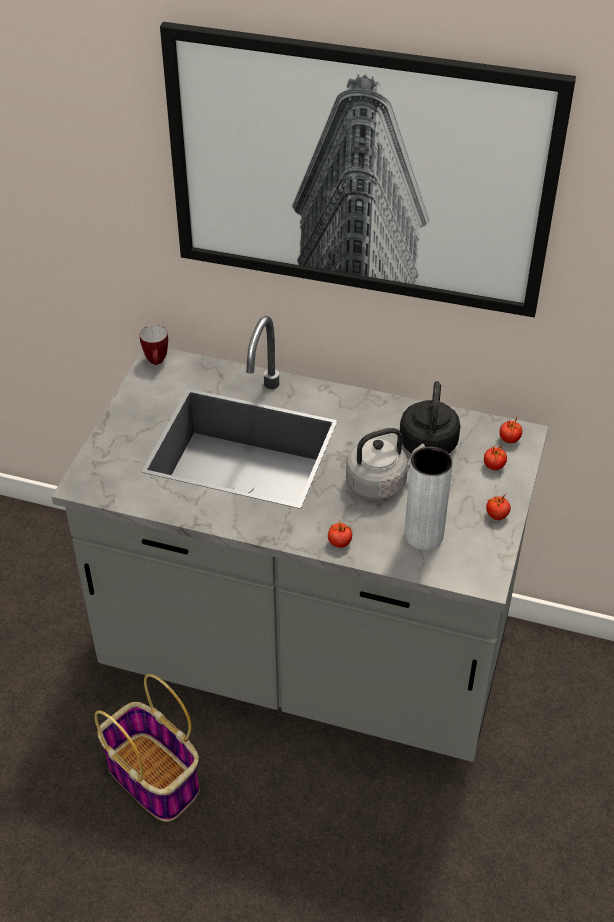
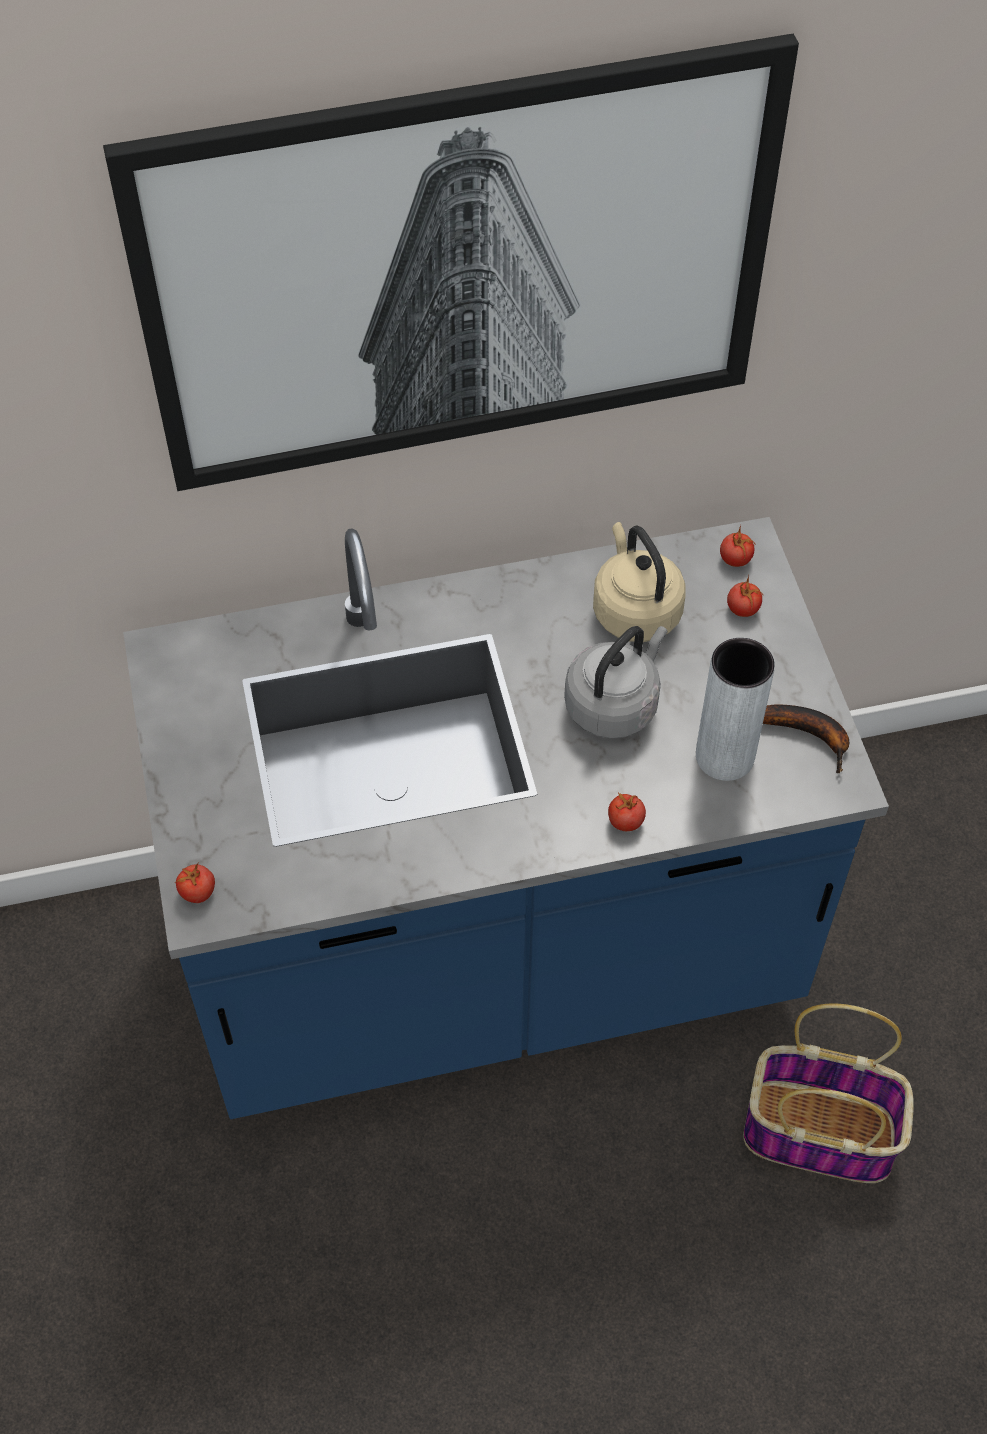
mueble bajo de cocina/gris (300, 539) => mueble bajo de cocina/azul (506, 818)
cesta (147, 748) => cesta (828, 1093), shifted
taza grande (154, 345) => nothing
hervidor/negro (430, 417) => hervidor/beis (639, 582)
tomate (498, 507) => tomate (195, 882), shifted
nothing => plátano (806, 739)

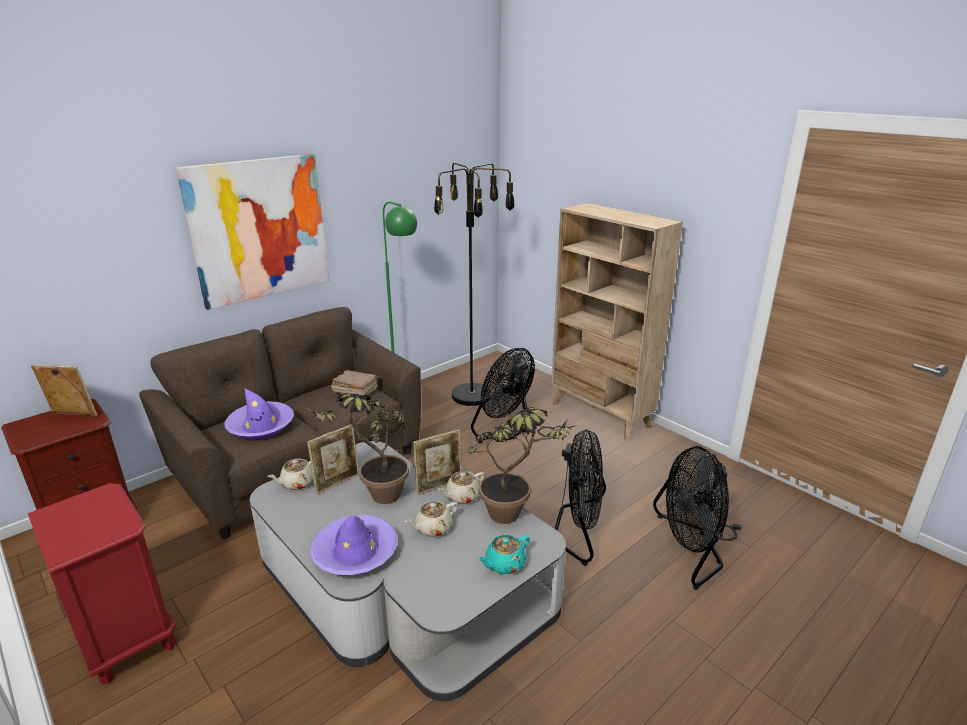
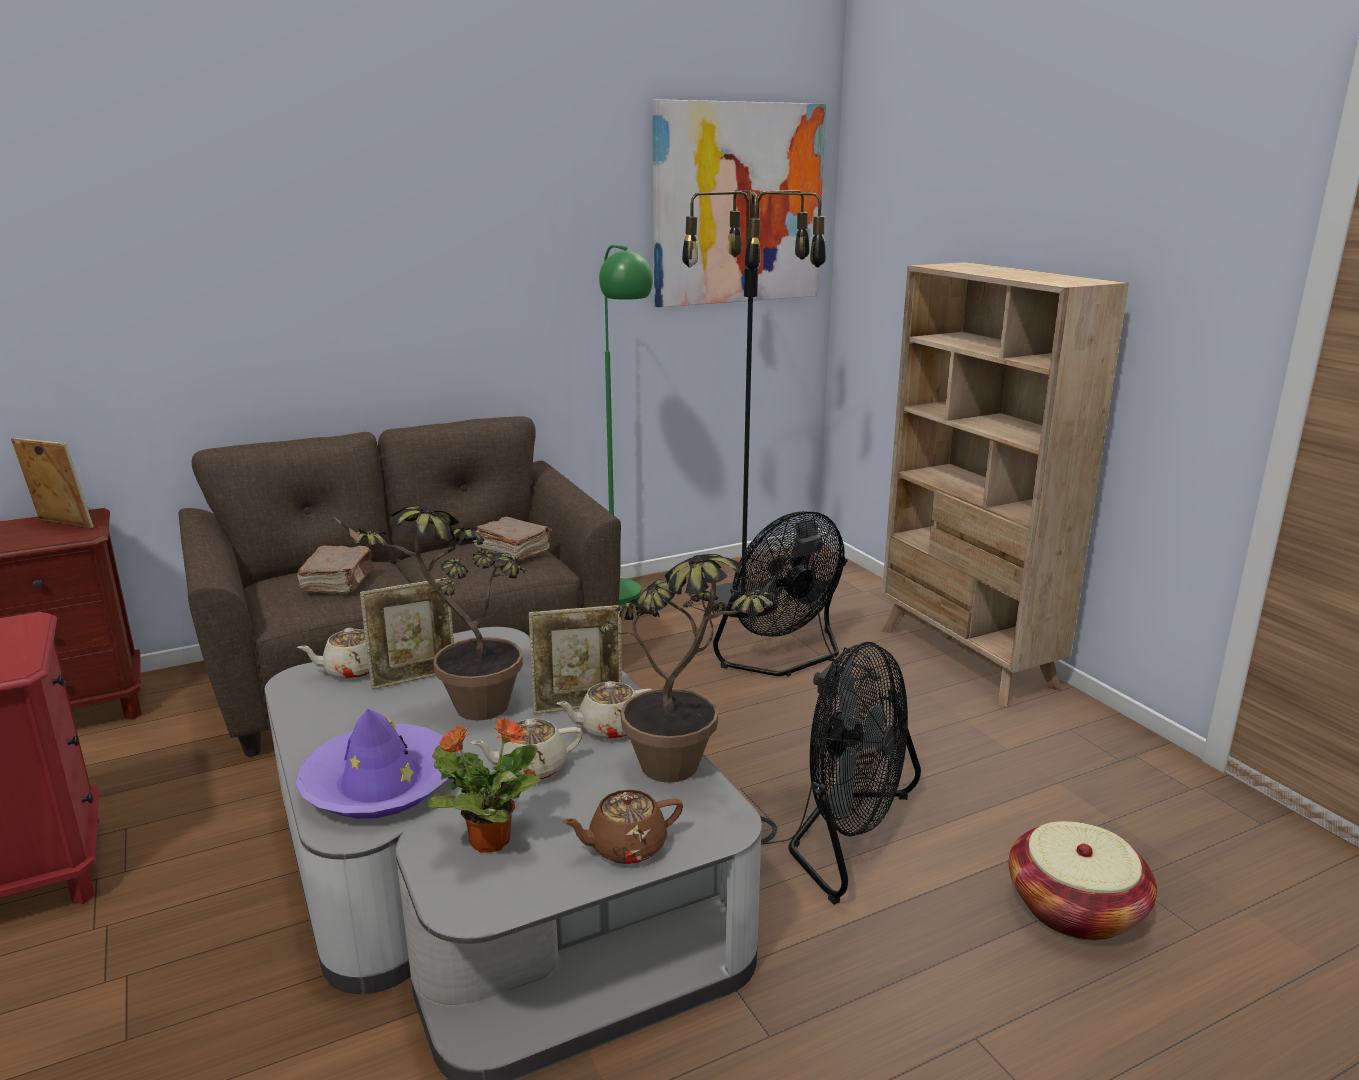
cuadro (252, 232) => cuadro (739, 203), shifted
sombrero/morado (259, 414) => libro/marrón (335, 569)
tetera/turquesa (504, 554) => tetera/marrón (622, 826)
ventilador/negro (698, 518) => cesta (1083, 881)
nothing => planta en maceta (484, 785)

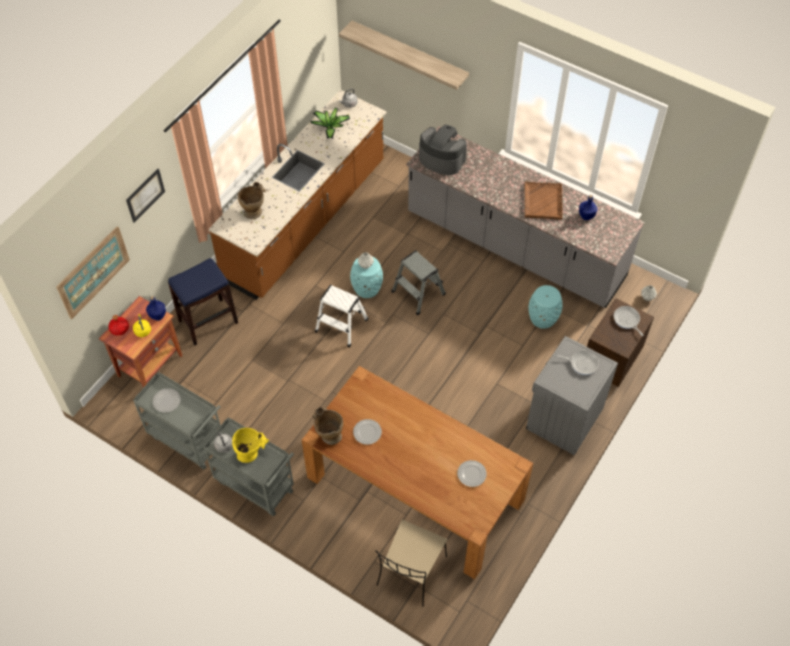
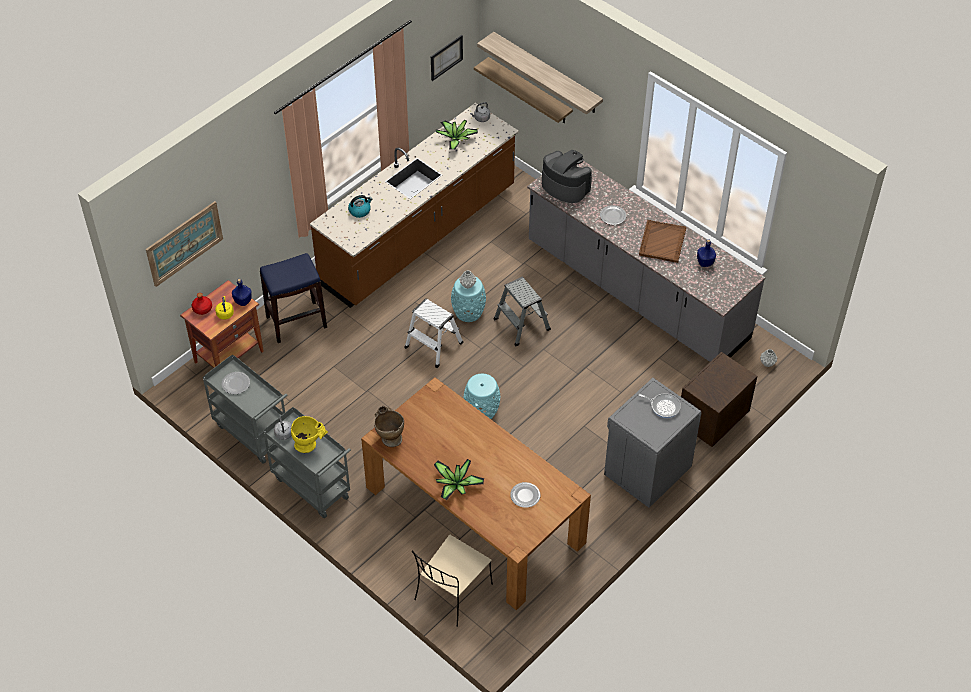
cuadro (145, 195) => cuadro (447, 58), shifted
florero/beis (252, 200) => hervidor (360, 206)
plato (367, 432) => plato (613, 215), shifted
taburete/turquesa (546, 307) => taburete/turquesa (482, 396), shifted
sartén (629, 321) => nothing
nothing => planta en maceta (459, 479)
nothing => estante (523, 90)

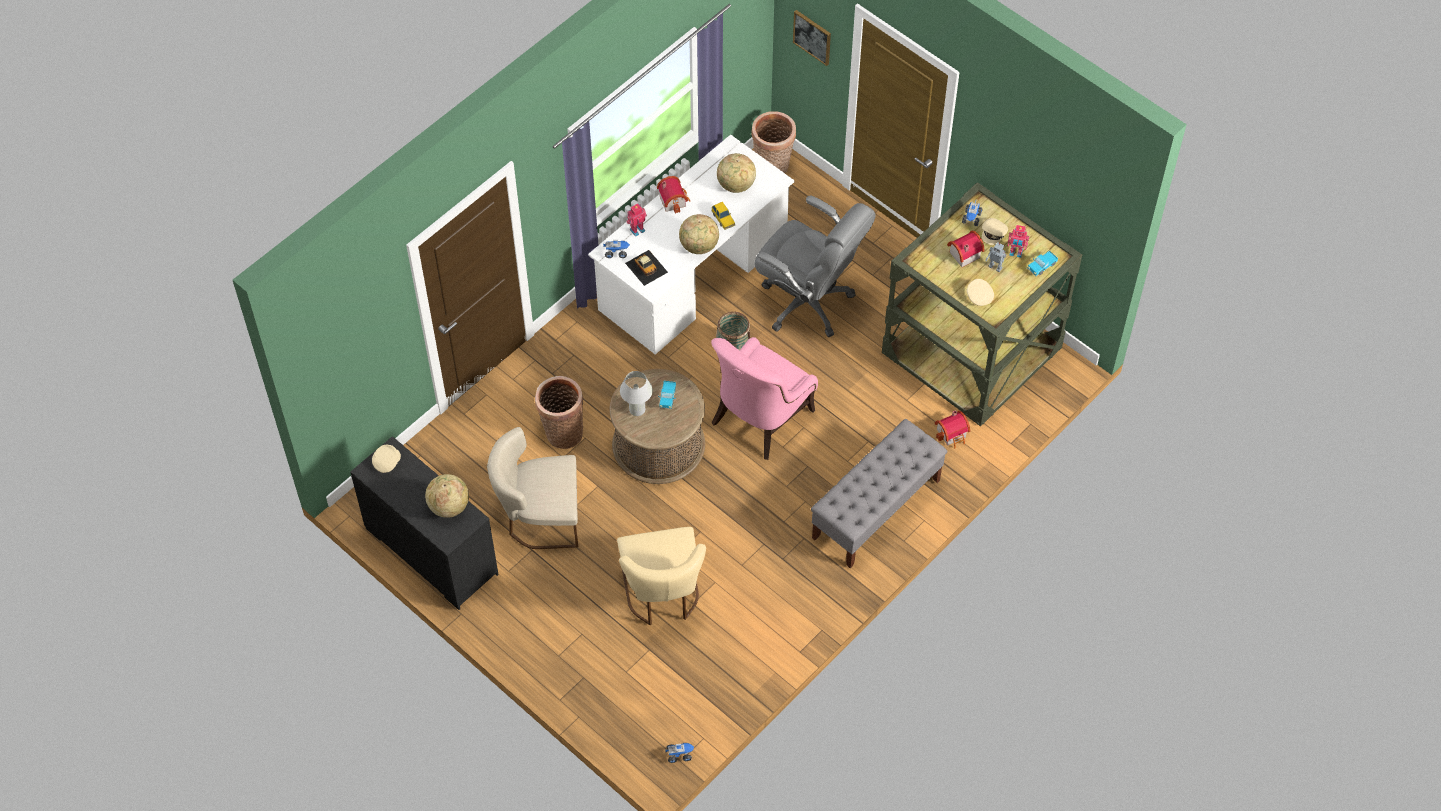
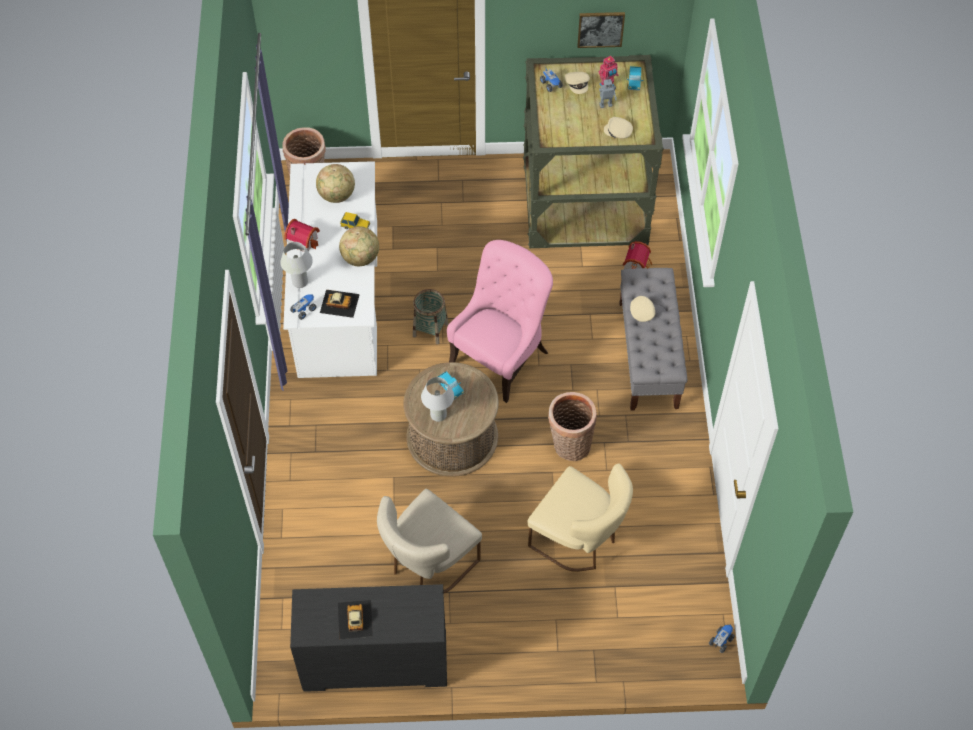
gorra/beis (386, 459) => gorra/beis (642, 309), shifted
globo terráqueo (447, 496) => nothing
cesta (559, 412) => cesta (572, 426), shifted
robot de juguete (636, 220) => lámpara de mesa/blanco (296, 265)
silla/rosa (764, 398) => silla/rosa (500, 321), 135 degrees counterclockwise
silla de oficina/gris (815, 266) => nothing
cuadro (812, 38) => cuadro (601, 30), shifted
casita (966, 249) => nothing
nothing => coche de juguete (355, 619)

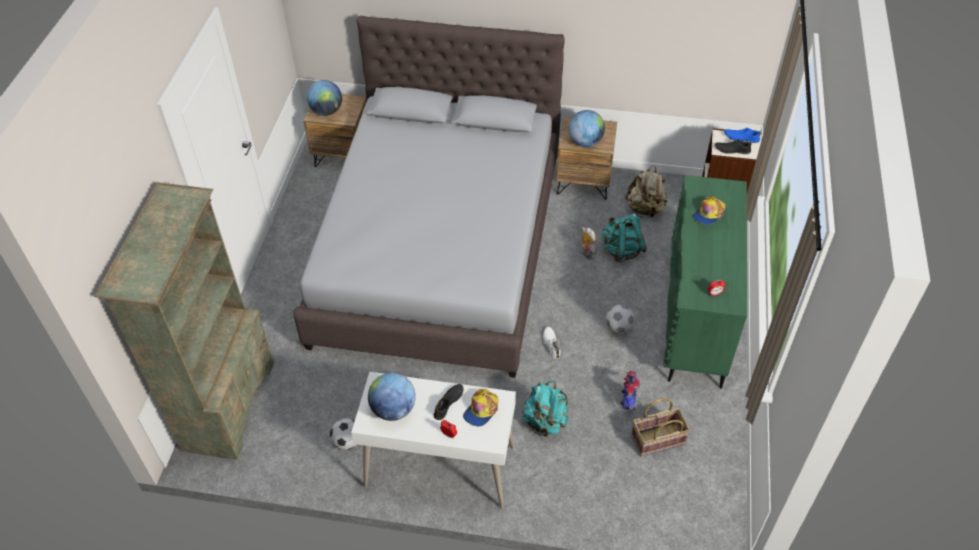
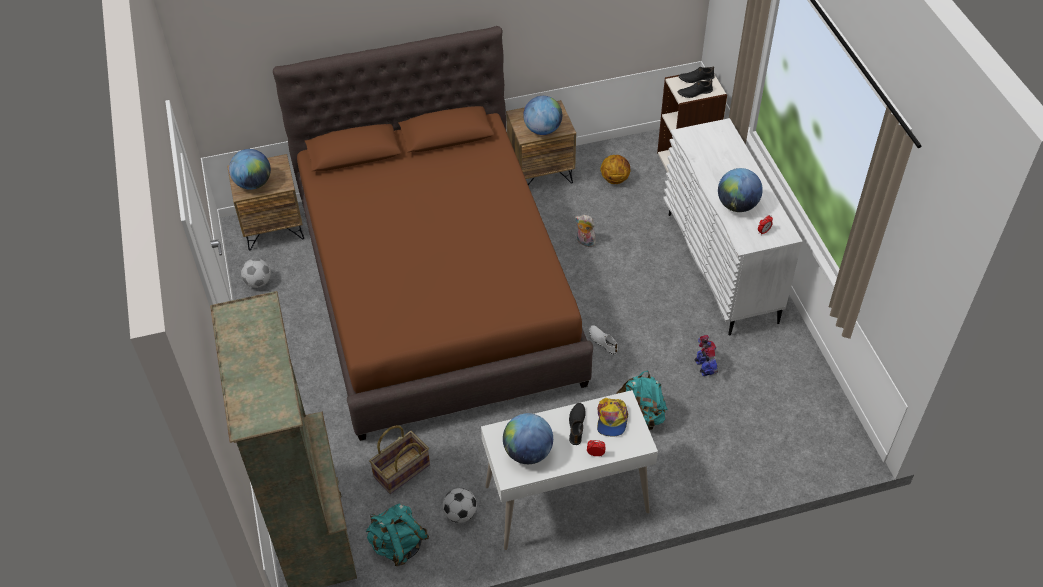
cama/gris (429, 197) => cama/marrón (433, 233)
mochila/turquesa (624, 237) => mochila/turquesa (397, 535), shifted
balón de fútbol (620, 319) => balón de fútbol (256, 273), shifted
mochila/beis (646, 192) => balón de baloncesto (615, 169)
cesta (660, 427) => cesta (399, 459), shifted
cómoda/verde (705, 282) => cómoda/blanco (733, 226)
gorra (709, 210) => nothing
zapato/azul (742, 135) => zapato/negro (697, 74)
nothing => globo terráqueo (740, 190)

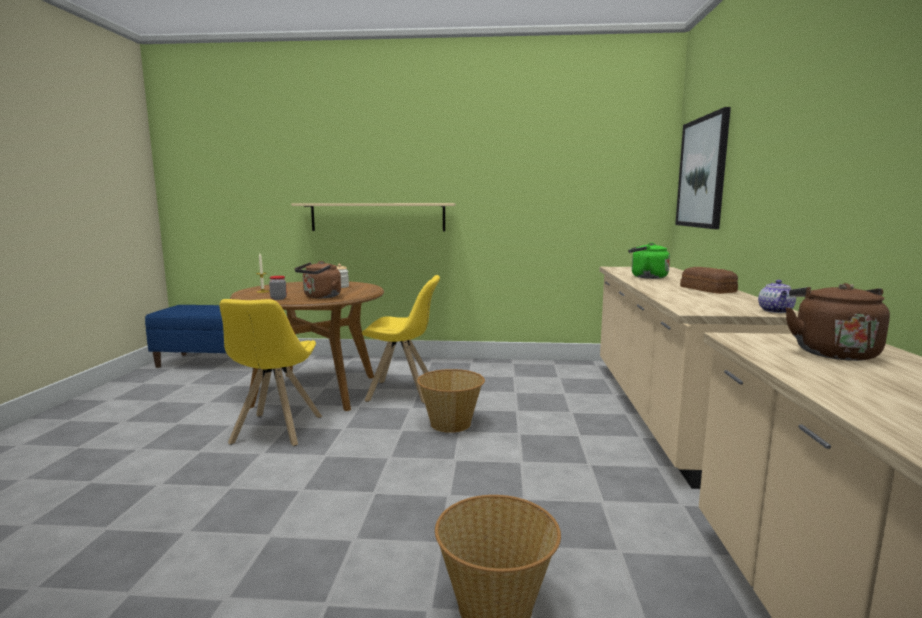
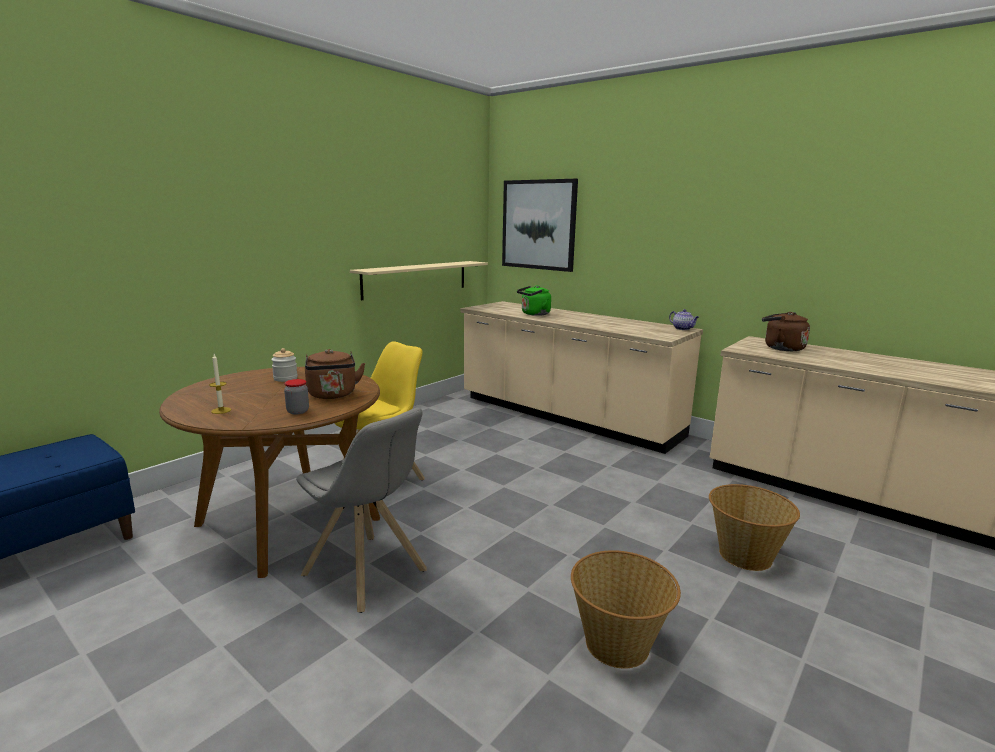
silla/amarillo (271, 372) => silla/gris (361, 510)
estante/beis (373, 217) => estante/beis (419, 280), shifted
cesta (451, 401) => cesta (626, 609), shifted
pan (709, 280) => nothing

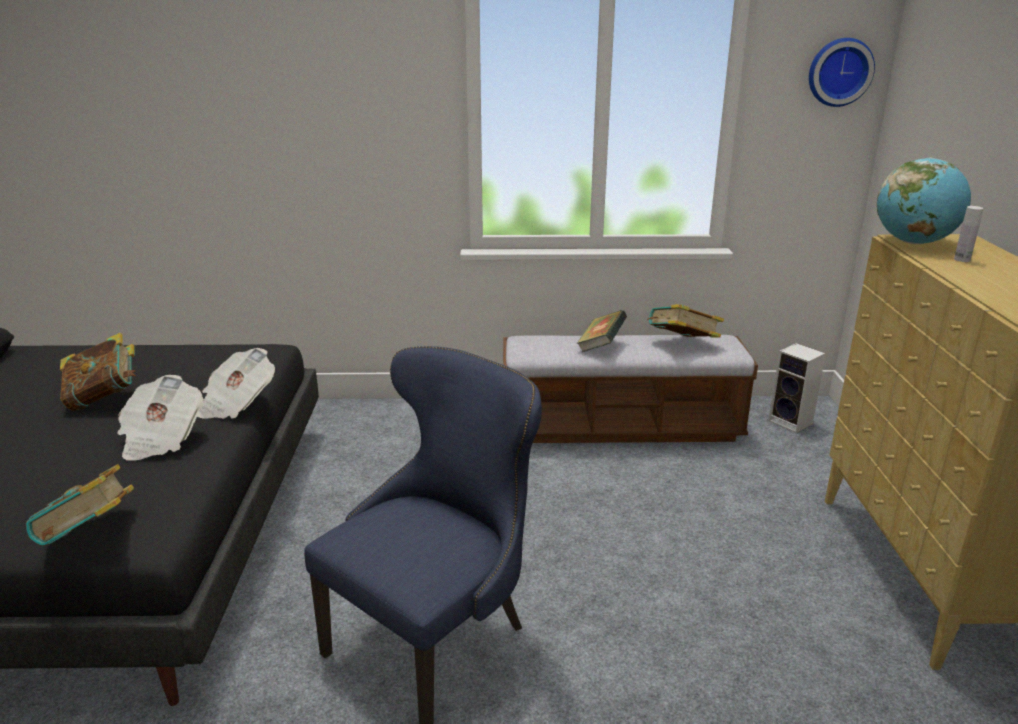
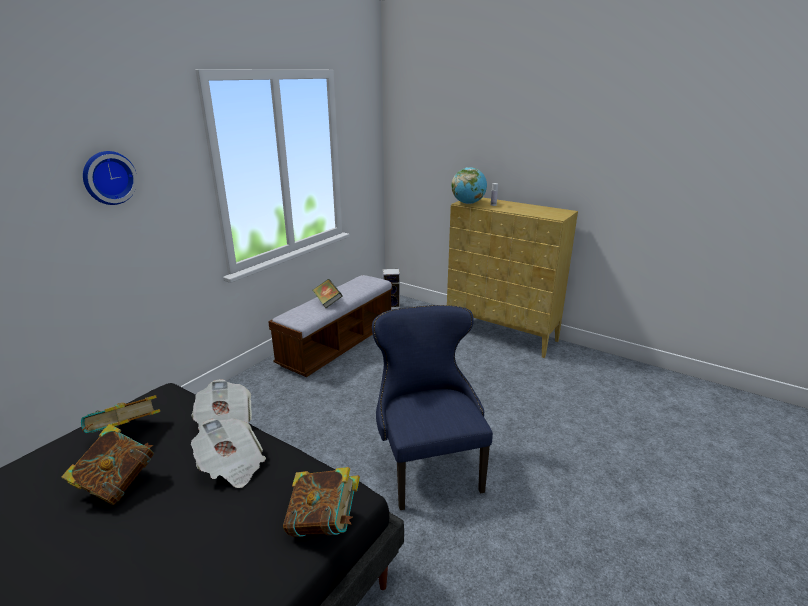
libro (685, 321) => libro (120, 414), shifted
reloj de pared (842, 72) => reloj de pared (110, 178), shifted

